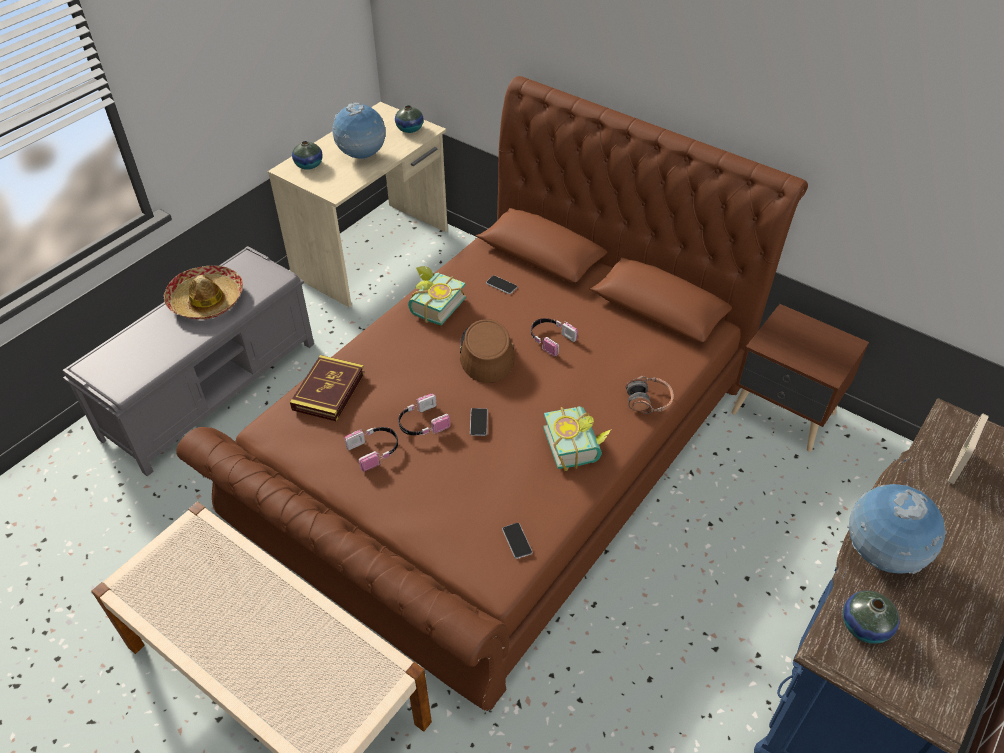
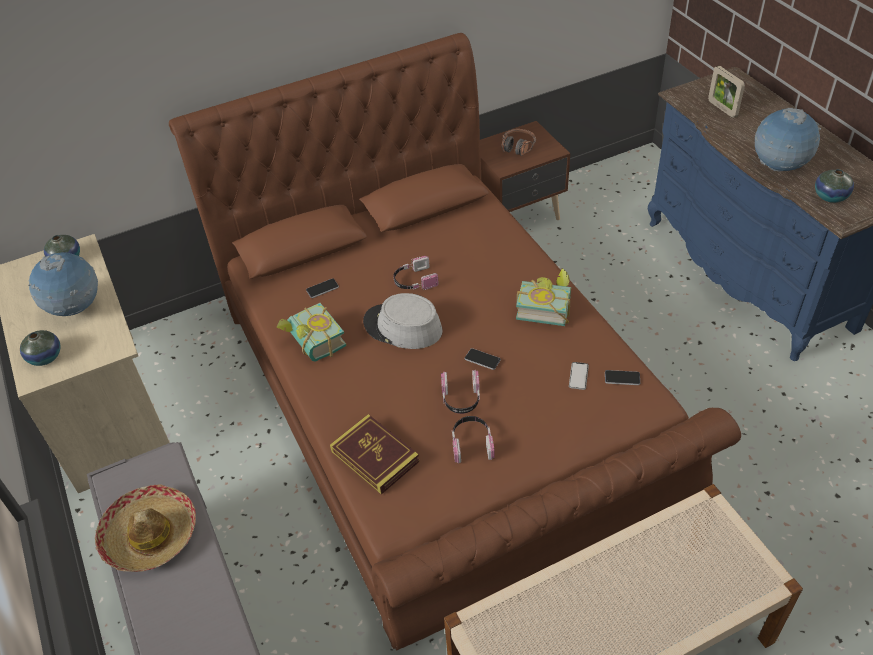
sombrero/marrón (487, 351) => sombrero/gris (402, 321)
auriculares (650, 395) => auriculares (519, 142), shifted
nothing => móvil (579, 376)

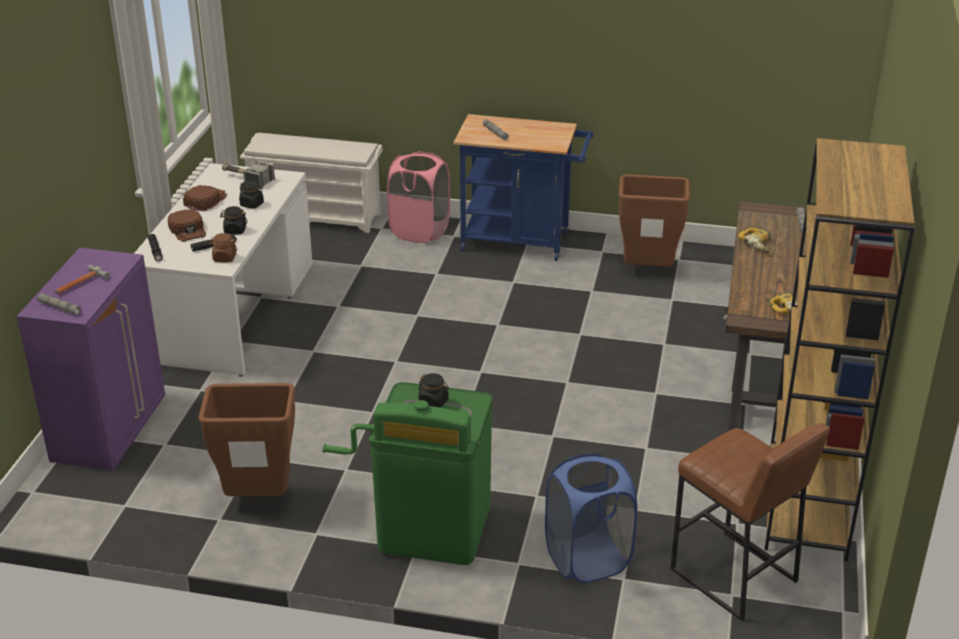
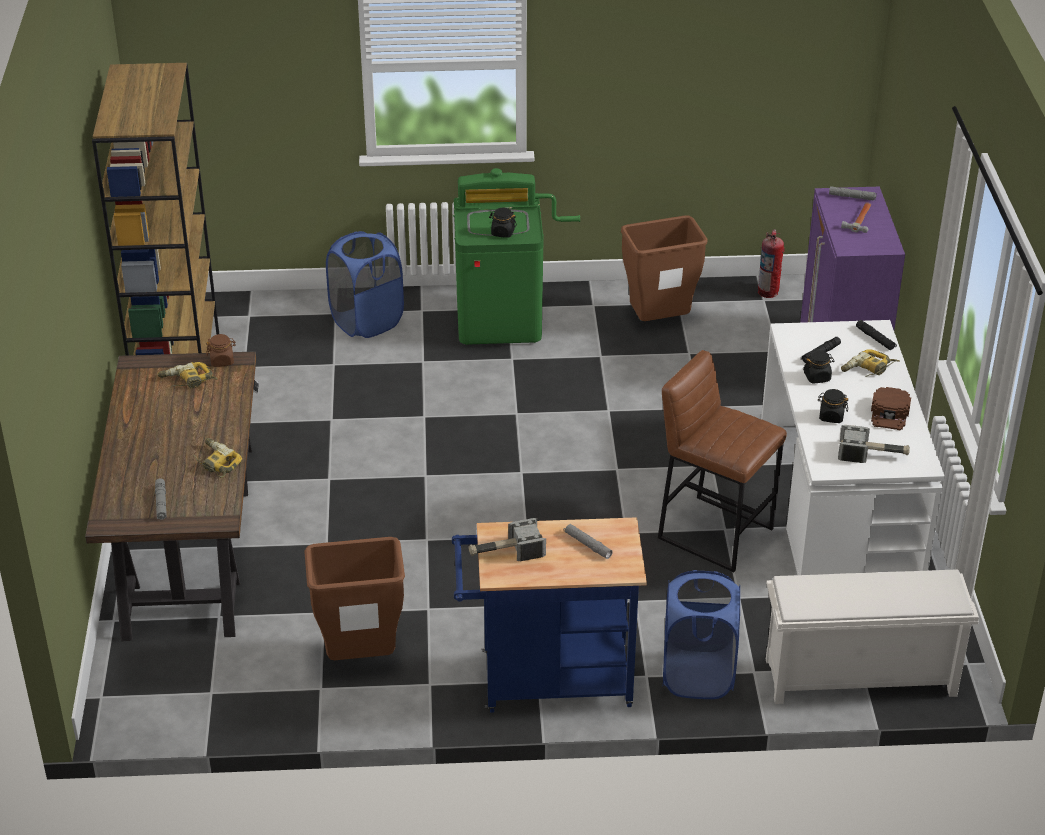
gorra/marrón (187, 225) => taladro (870, 363)
tarro/marrón (223, 248) => tarro/marrón (221, 350), shifted
cesto de la ropa/rosa (418, 197) => cesto de la ropa/azul (701, 634)
taburete/marrón (750, 522) => taburete/marrón (722, 461), shifted
nothing => martillo (507, 539)
nothing => extintor (771, 263)

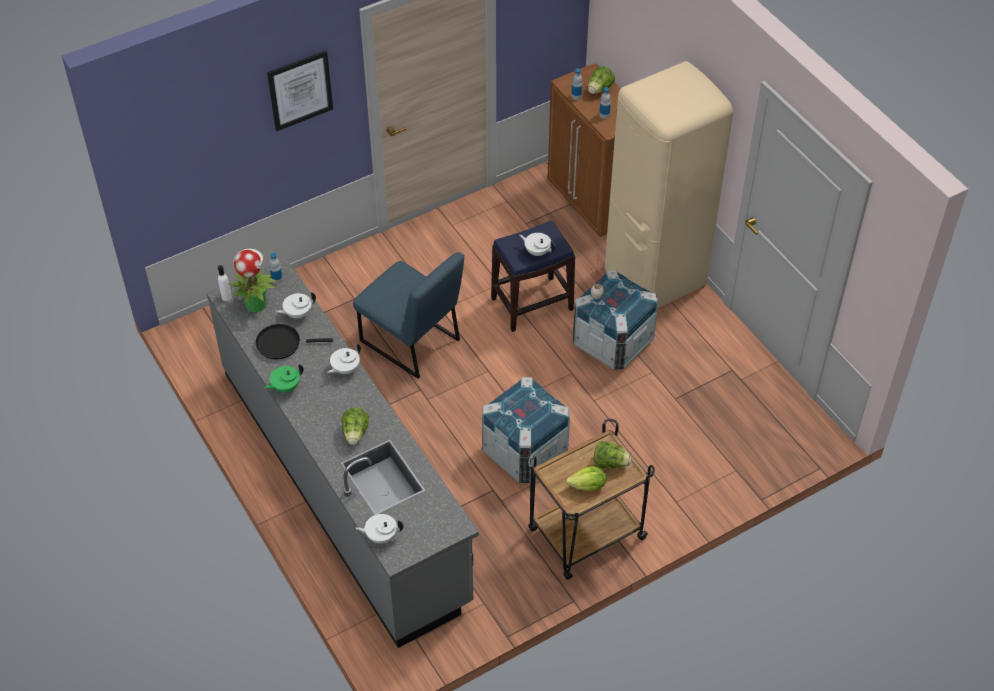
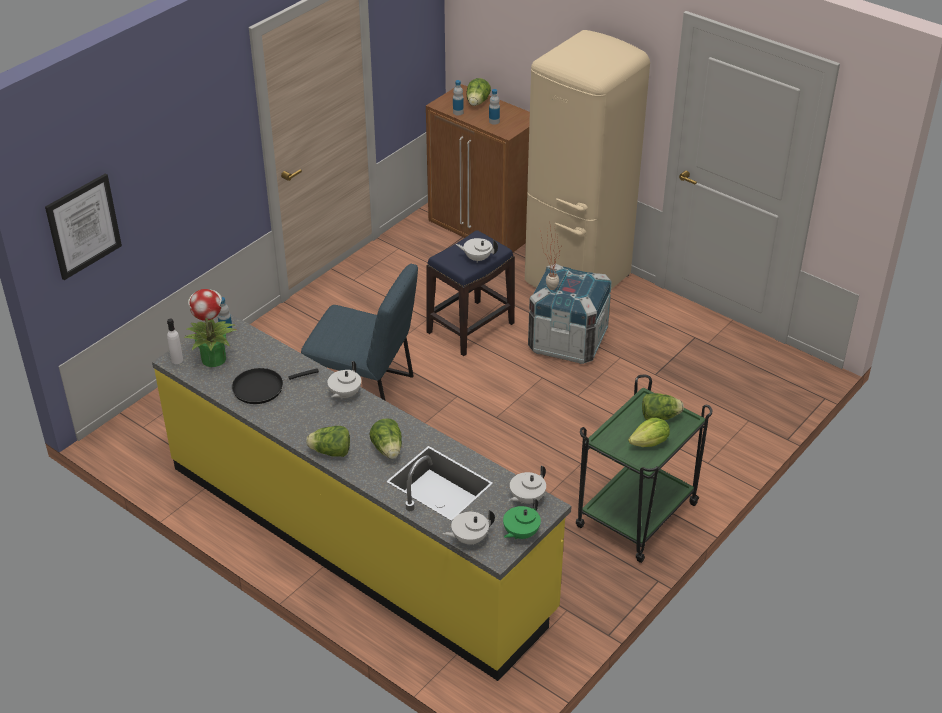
mueble bajo de cocina/gris (342, 453) => mueble bajo de cocina/amarillo (362, 497)
tetera/verde (283, 378) => tetera/verde (522, 519), shifted
cuadro (300, 90) => cuadro (83, 226), shifted
tetera/blanco (296, 305) => tetera/blanco (527, 485), shifted
caja de embalaje (526, 430) => nothing
carrito/marrón (591, 499) => carrito/verde (644, 469)
nothing => lechuga (328, 441)

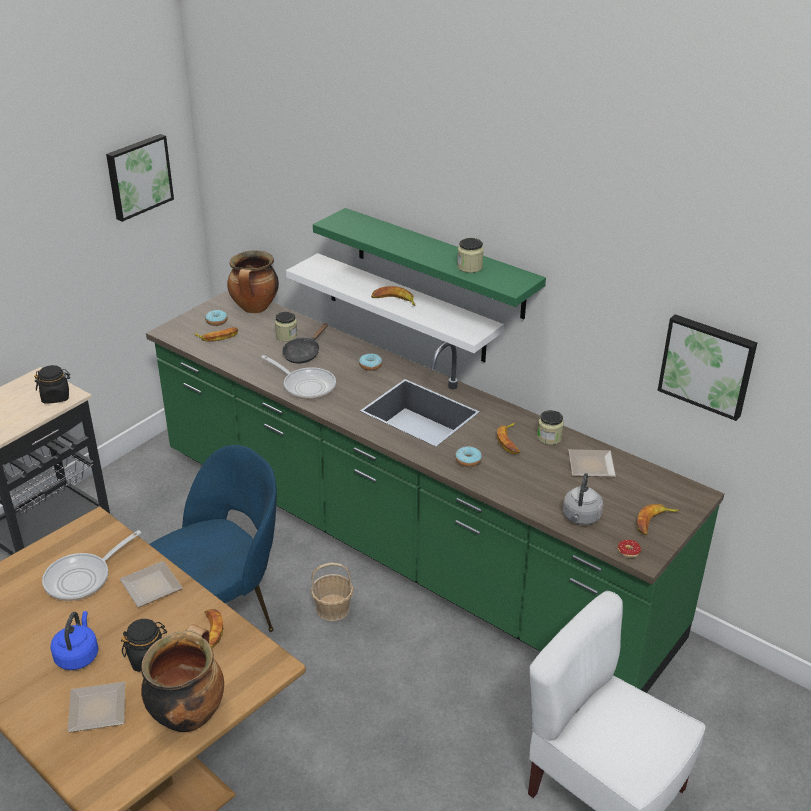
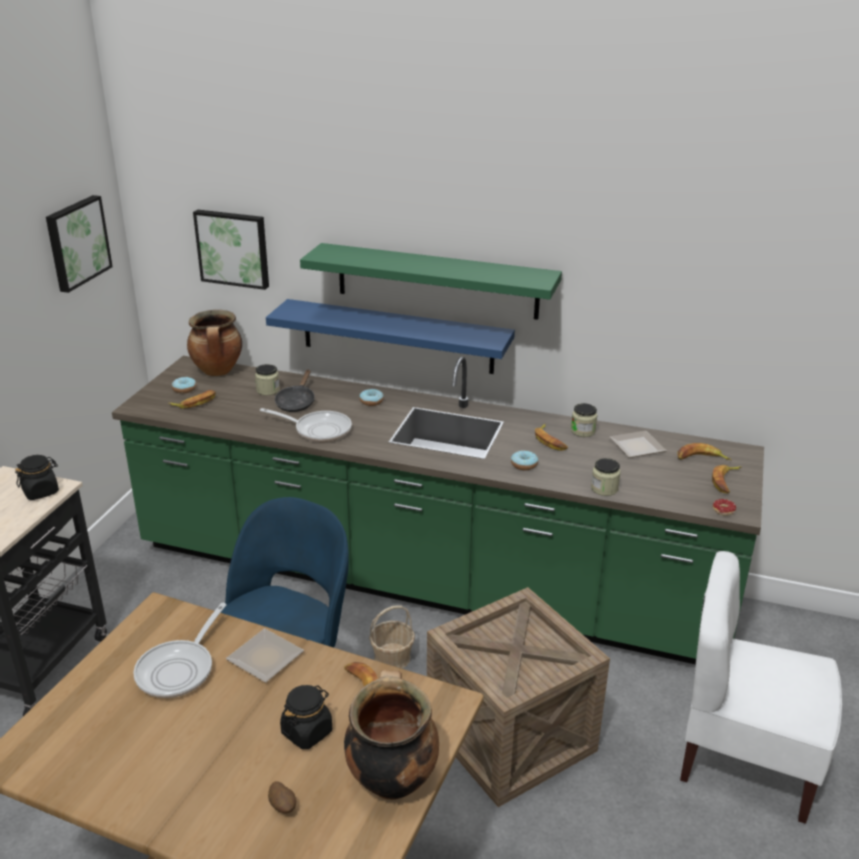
hervidor/azul (74, 640) => nothing
plato (96, 707) => patata (282, 797)
estante/blanco (395, 307) => estante/azul (390, 336)
plátano (393, 296) => plátano (704, 452), shifted
tarro (470, 255) => tarro (606, 477), shifted
hervidor/gris (583, 499) => nothing
cuadro (707, 367) => cuadro (231, 250), shifted
nothing => caja de embalaje (518, 697)

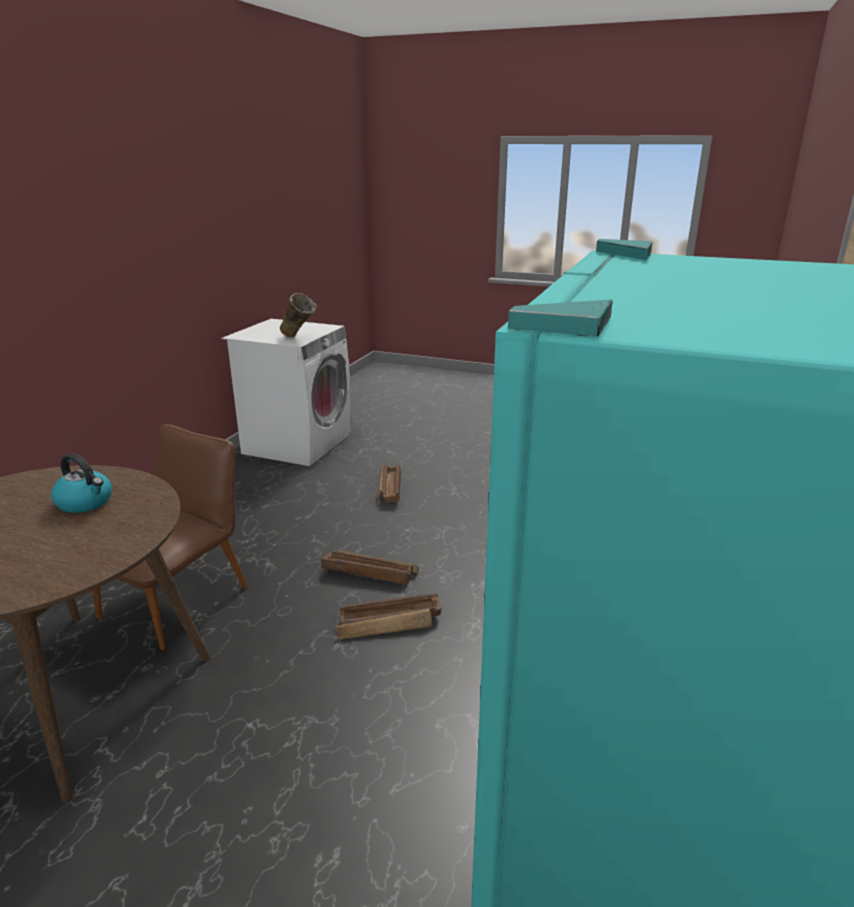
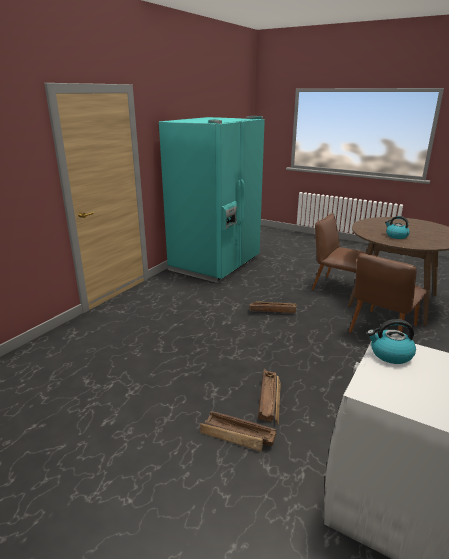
florero/beis (298, 315) => hervidor (391, 341)
caja de embalaje (370, 567) => caja de embalaje (238, 431), shifted
nothing => silla/marrón (345, 257)

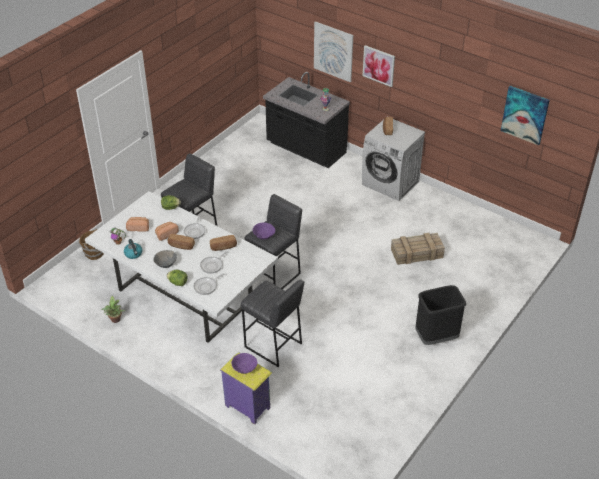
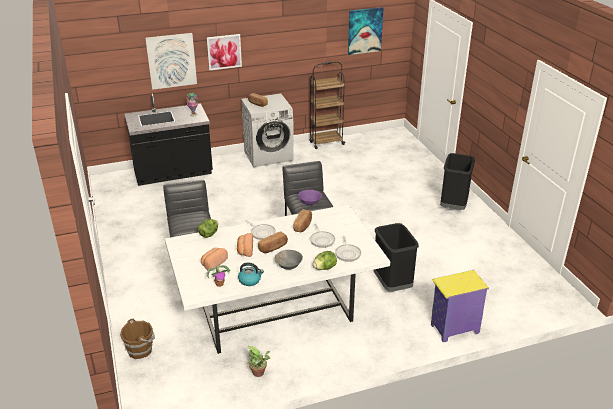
cuenco/morado (244, 363) => nothing
taburete/gris (272, 323) => papelera/negro (396, 257)
caja de embalaje (418, 249) => nothing
nothing => carrito/marrón (327, 105)

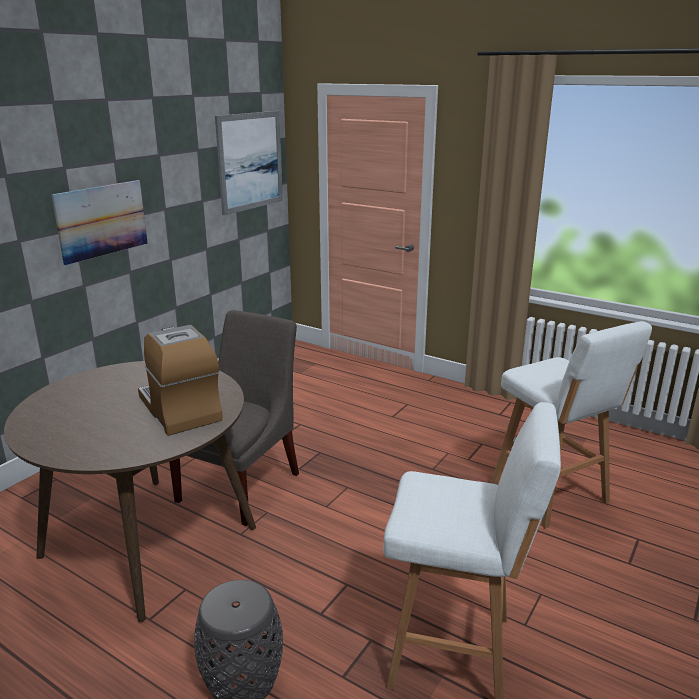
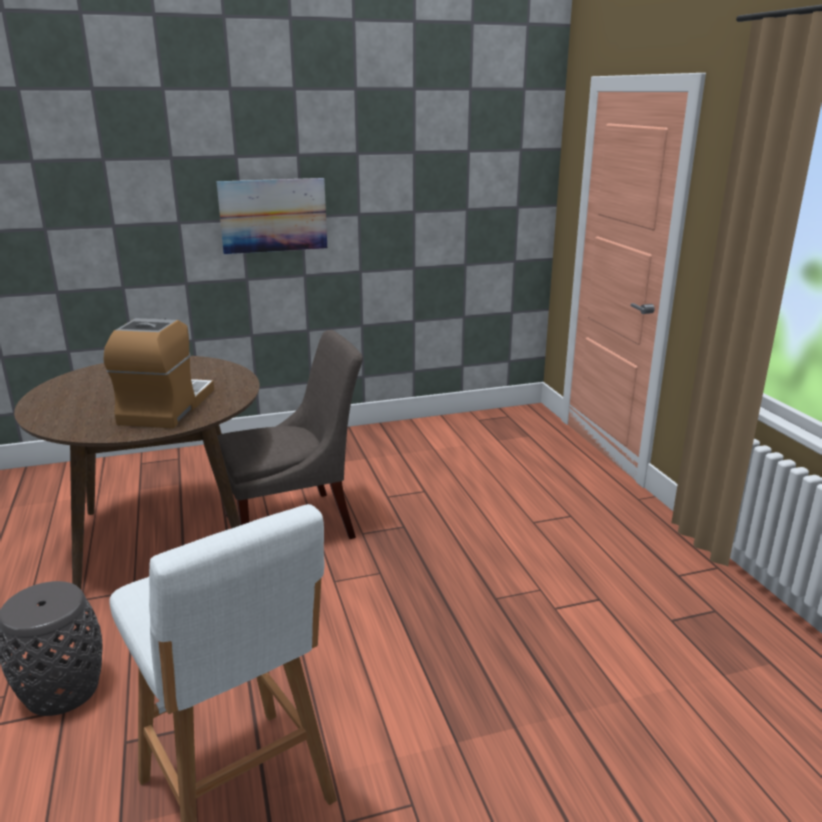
cuadro (249, 163) => nothing
taburete/blanco (571, 425) => nothing

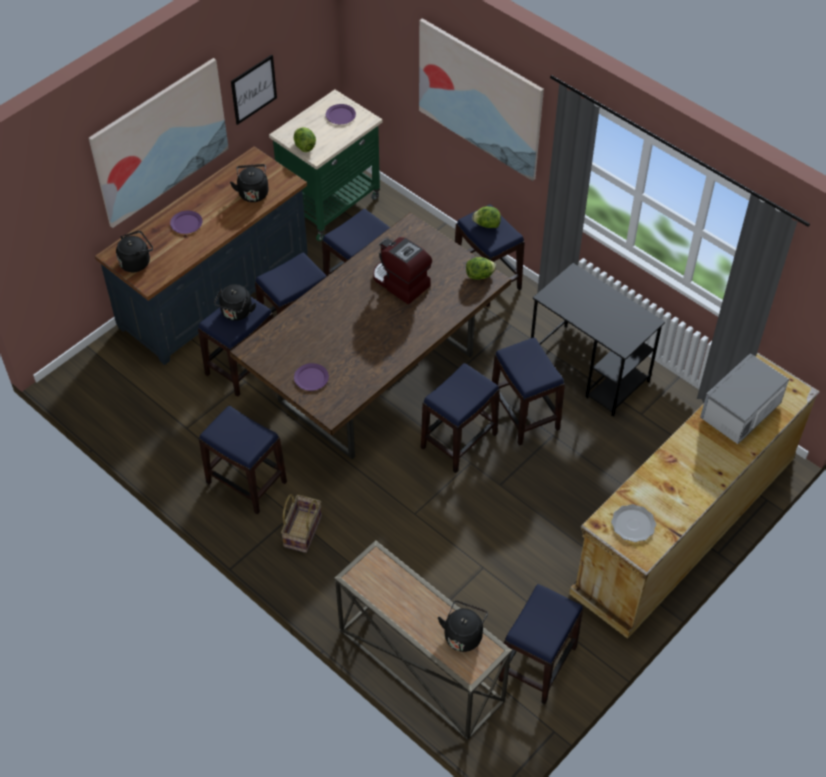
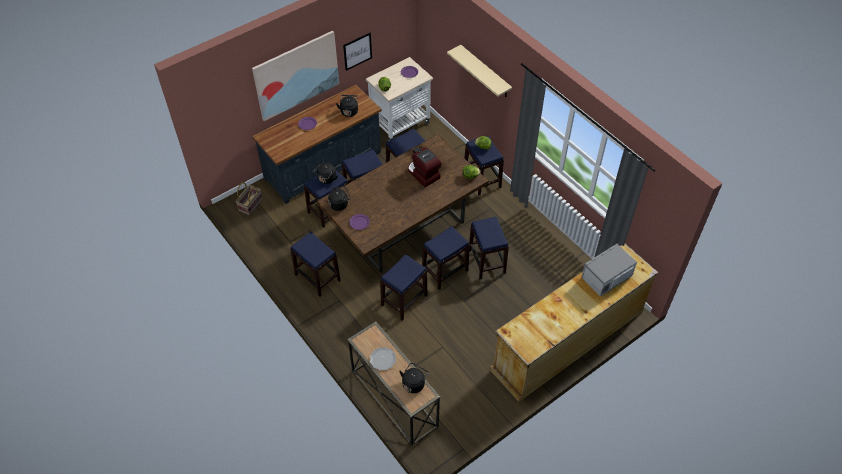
hervidor/negro (134, 251) => hervidor/negro (339, 198), shifted
carrito/verde (326, 165) => carrito/blanco (399, 98)
cesta (301, 523) => cesta (249, 198), shifted
cuadro (481, 99) => estante/beis (479, 71)
taburete (541, 644) => taburete (403, 287), shifted
escritorio/negro (598, 340) => nothing
plato (633, 523) => plato (383, 358), shifted

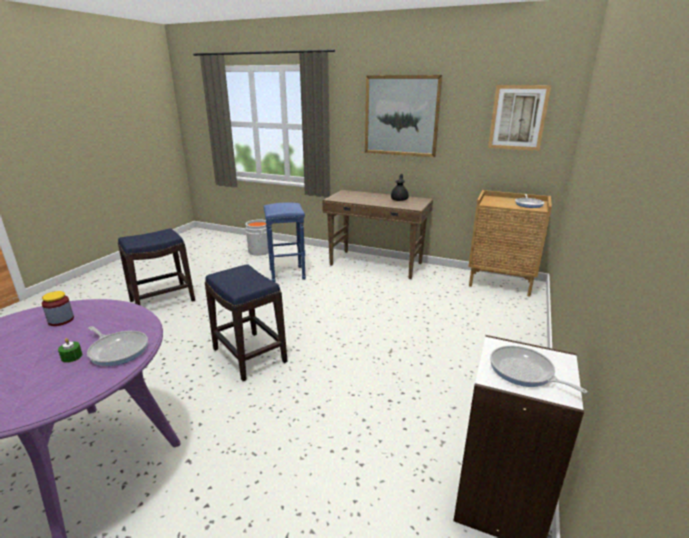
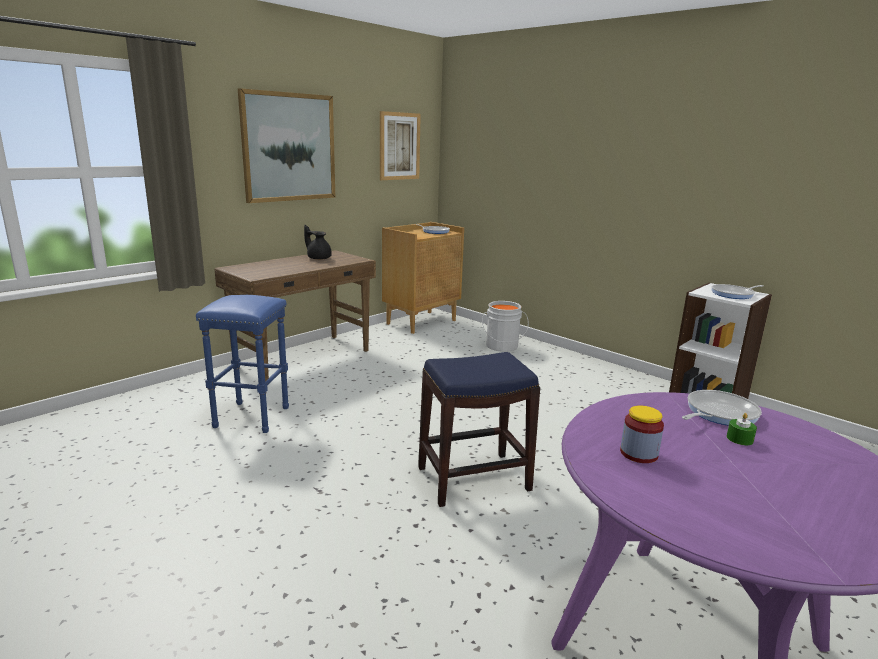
taburete (156, 267) => nothing
cubo/gris (257, 237) => cubo/gris (505, 326), shifted

